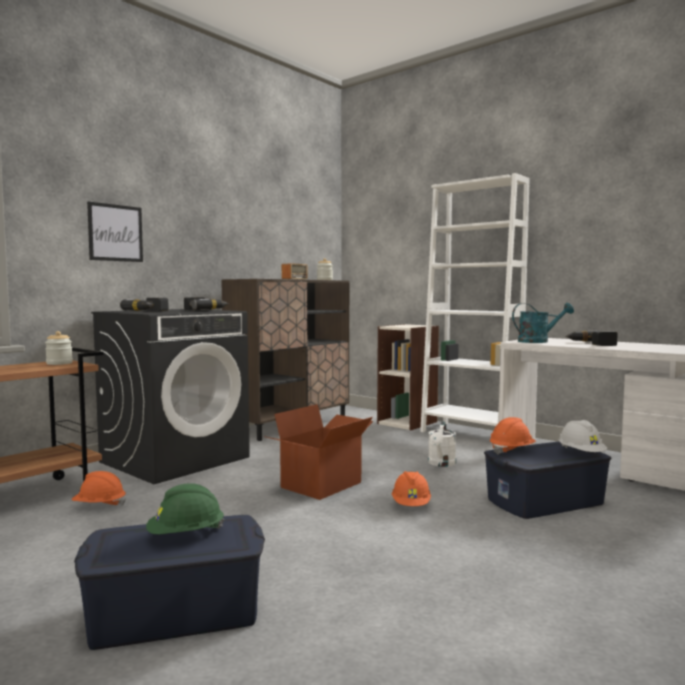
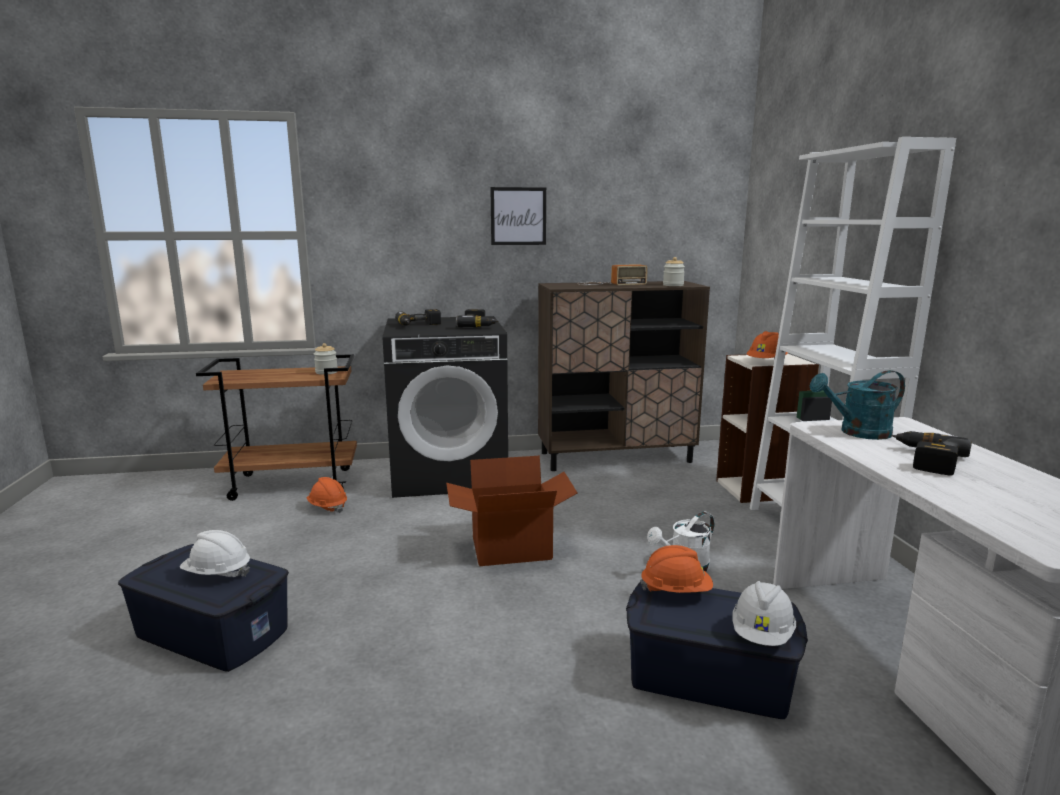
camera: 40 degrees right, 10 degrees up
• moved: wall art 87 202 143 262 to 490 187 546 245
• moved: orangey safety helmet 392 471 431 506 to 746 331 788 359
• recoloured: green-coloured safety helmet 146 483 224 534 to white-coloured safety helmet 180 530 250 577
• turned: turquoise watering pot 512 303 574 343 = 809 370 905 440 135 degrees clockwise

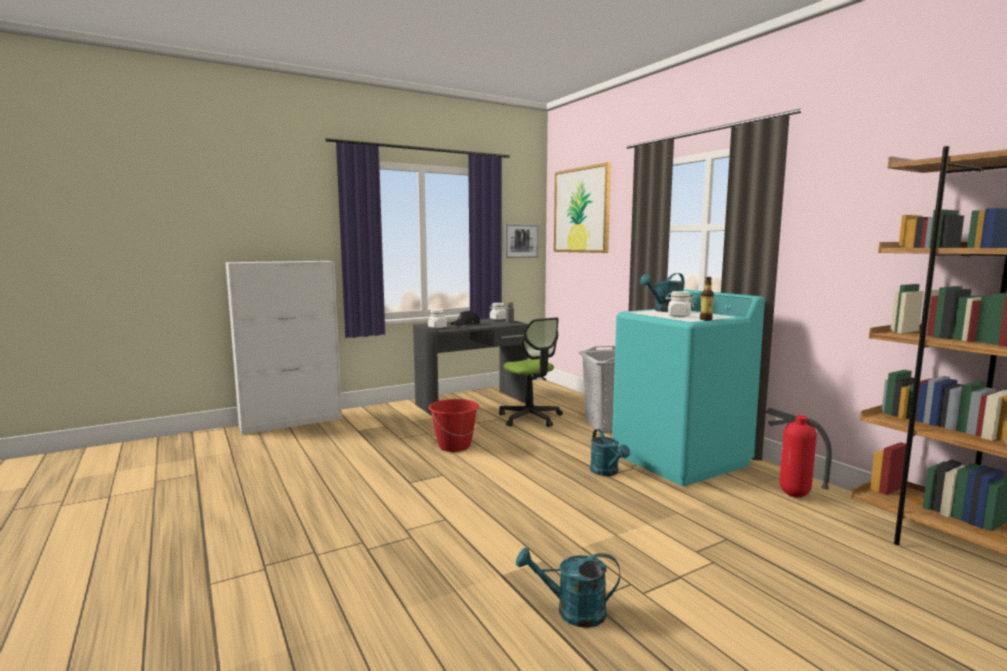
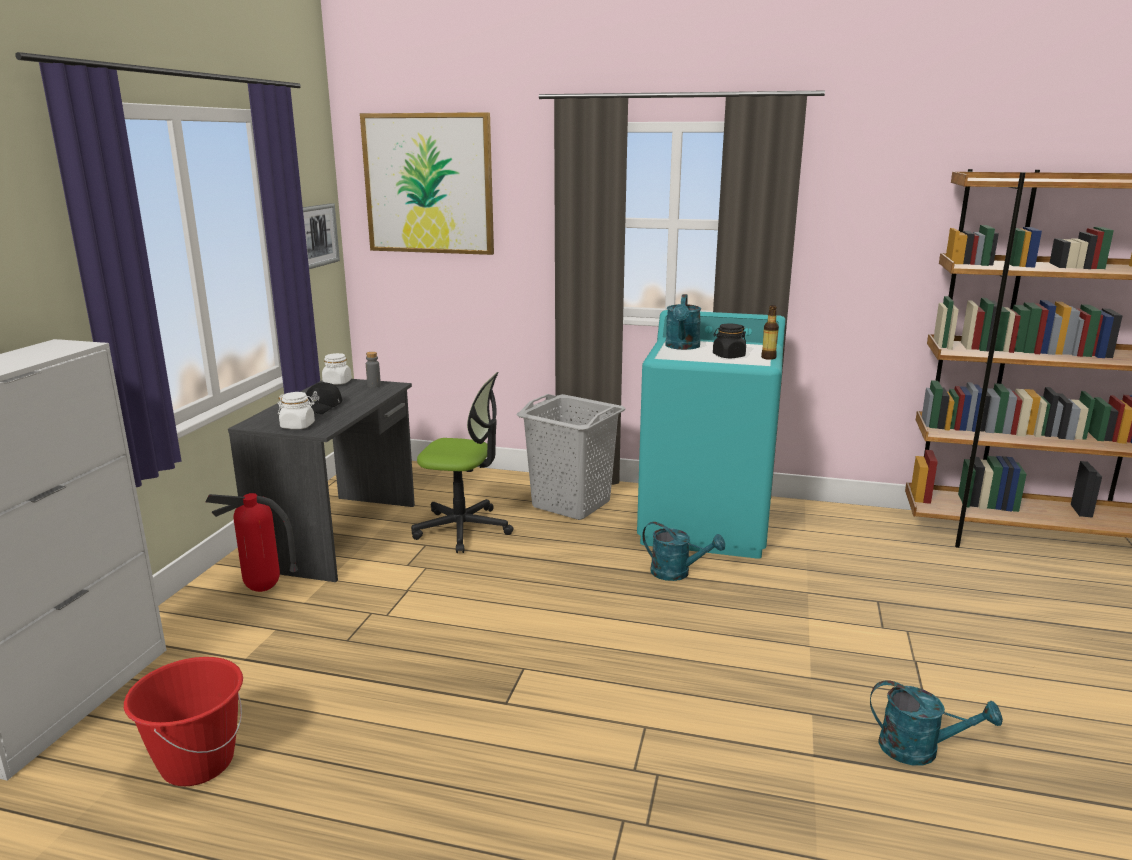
camera: 45 degrees left, 10 degrees up
• moved: reddish bucket 429 399 479 452 to 124 657 243 786
• moved: extinguisher 765 407 832 498 to 205 493 298 592
• recoloured: white-coloured storage jar 666 291 694 317 to black-coloured storage jar 713 324 746 358
• turned: turquoise watering pot 516 547 620 628 = 870 680 1003 766 120 degrees counterclockwise

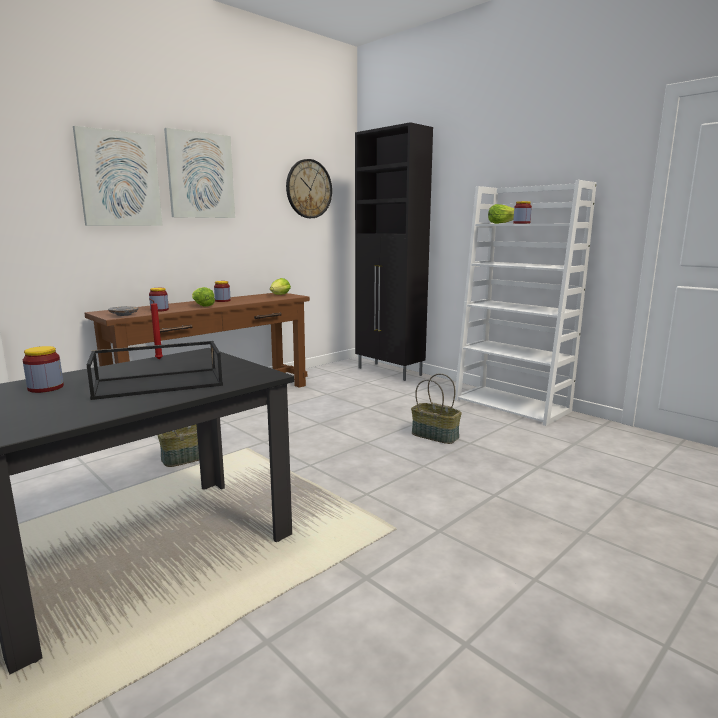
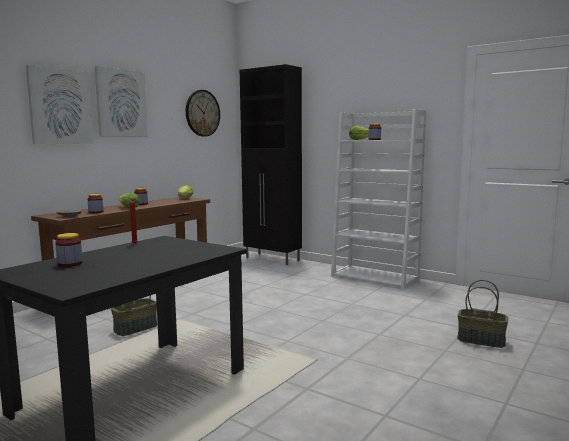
camera: 10 degrees left, 5 degrees down
• removed: black-coloured serving tray 86 341 223 400
• moved: basket 411 373 462 444 to 457 280 508 348

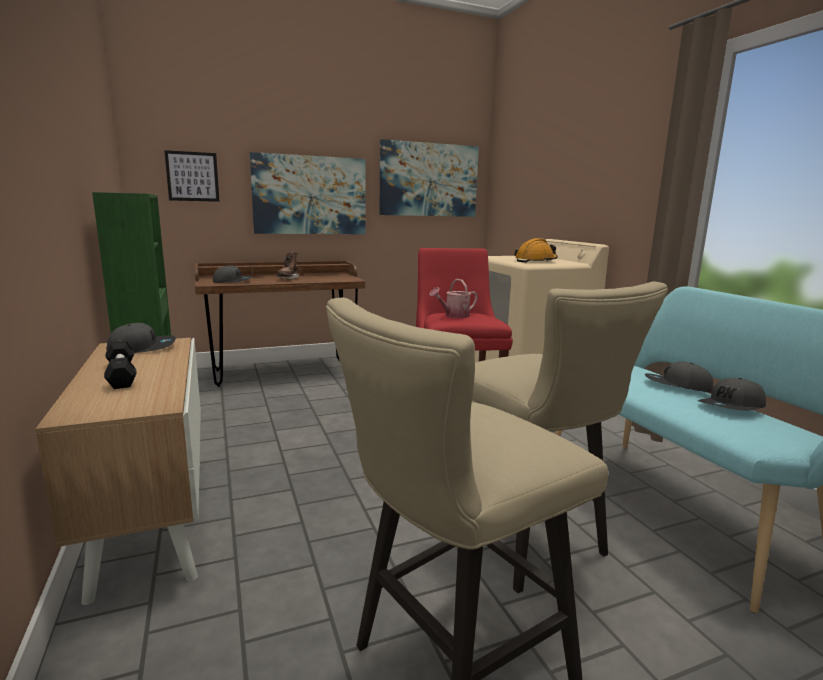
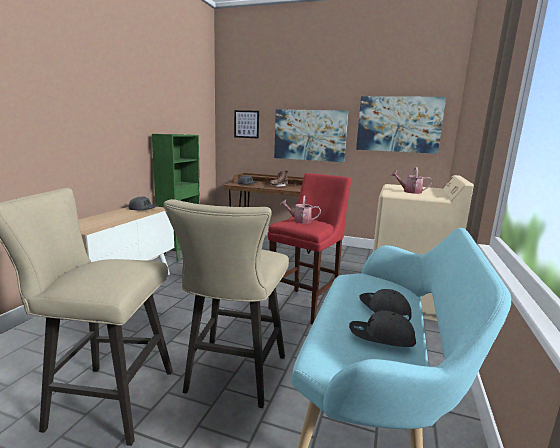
camera: 40 degrees right, 0 degrees up
• removed: black-coloured hand weight 104 340 137 389
• replaced: orangey safety helmet 514 238 558 263 to watering pot 391 167 432 194

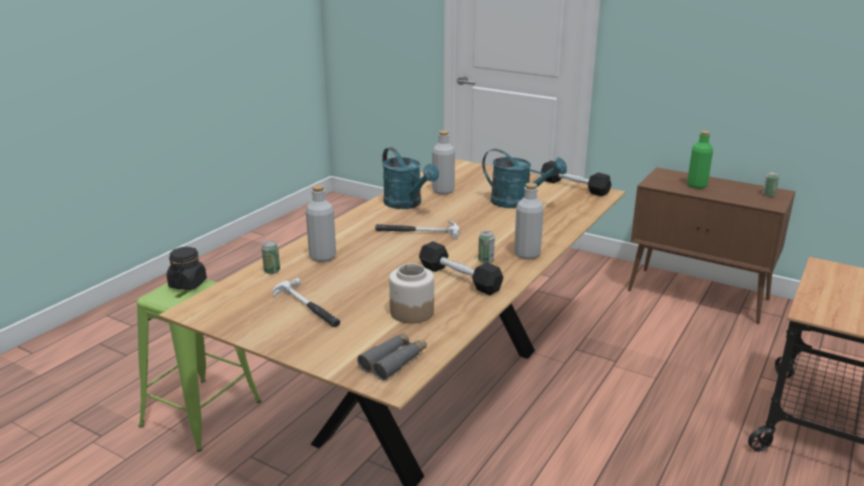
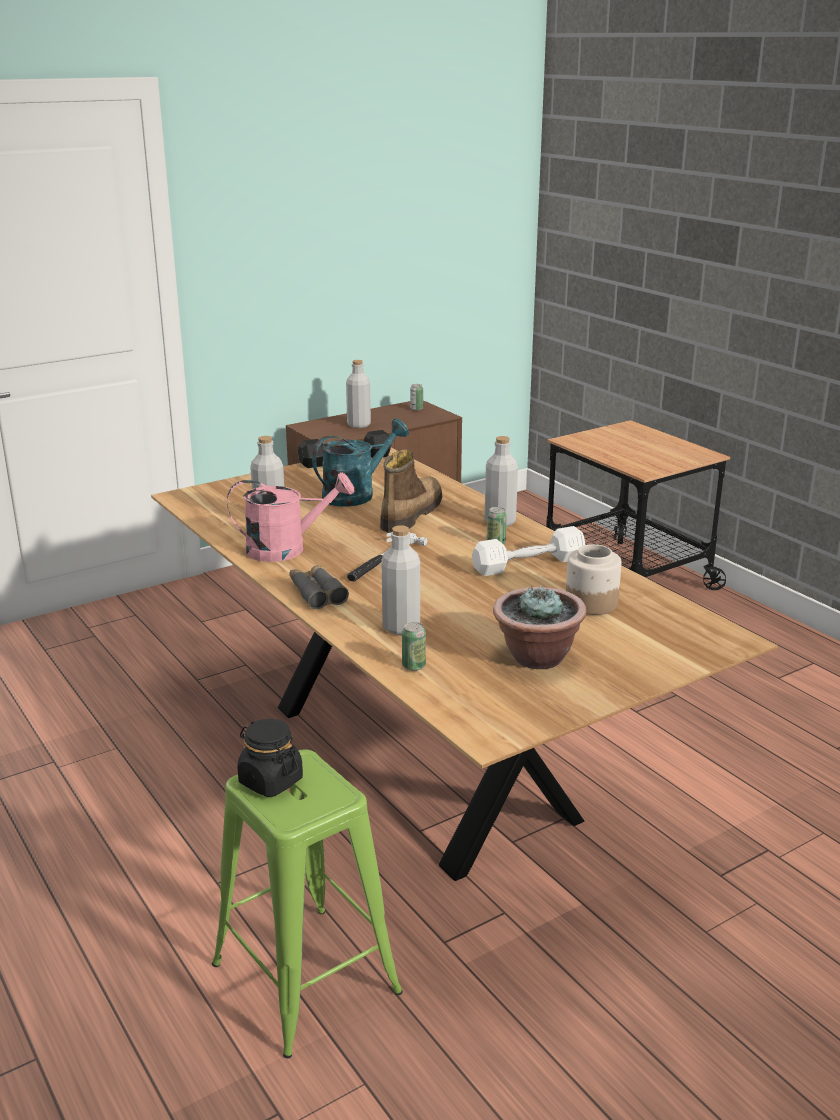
camera: 65 degrees left, 0 degrees up
• added: boot 380 449 442 533
• moved: grey binoculars 357 332 427 380 to 289 565 349 609
• replaced: hand hammer 273 278 340 327 to houseplant 493 585 587 669
• recoloured: turquoise watering pot 382 147 439 209 to pinkish watering pot 227 472 354 562
• recoloured: black-coloured hand weight 419 241 503 295 to white-coloured hand weight 472 526 586 576
• recoloured: green-coloured bottle 687 131 713 189 to grey bottle 346 360 371 428

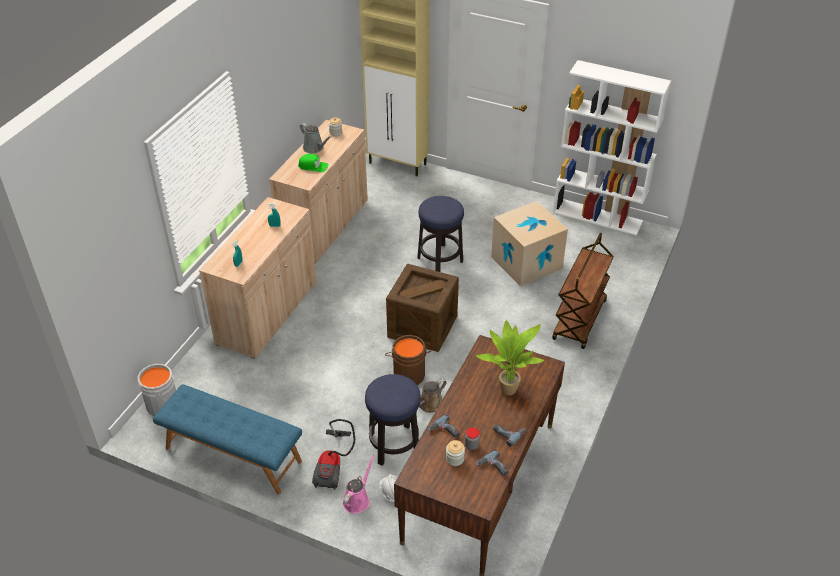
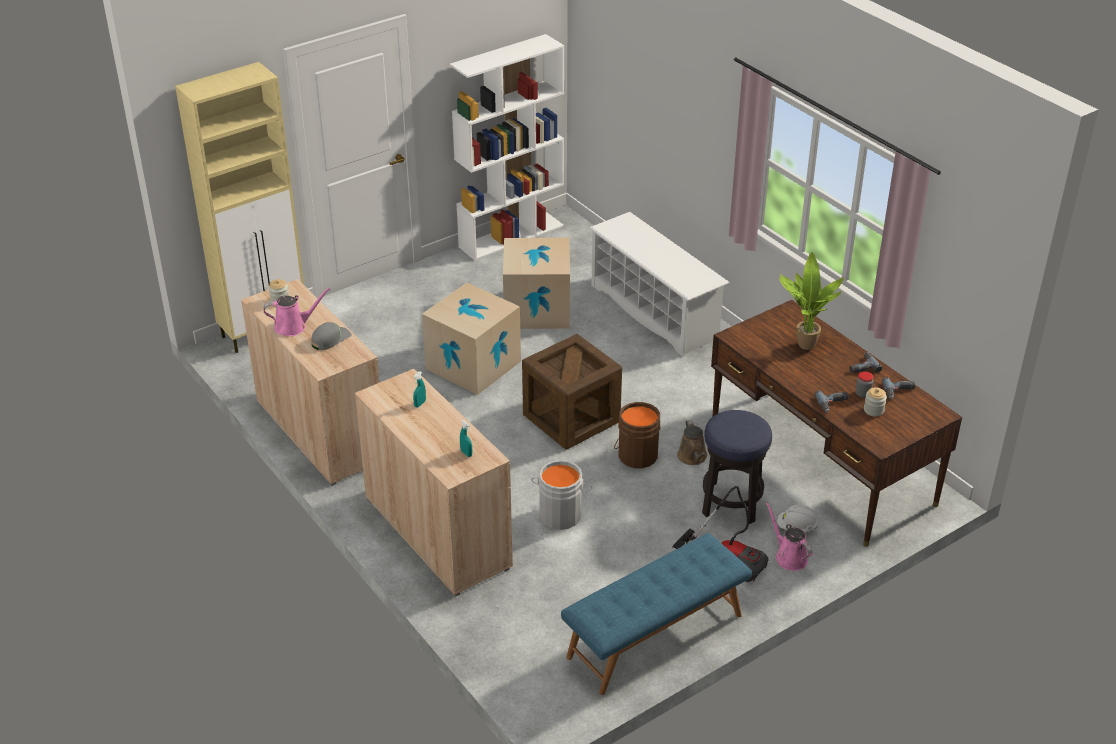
camera: 60 degrees left, 5 degrees down
• moved: grey bucket 137 364 178 416 to 531 460 592 530
• replaced: stool seat 417 196 464 272 to cardboard box 422 283 521 395
• replaced: brownish wheeled cart 552 233 614 349 to white-coloured shoe rack 589 212 730 357
• recoloured: green-coloured peaked cap 298 154 328 172 to grey peaked cap 312 322 352 350
• recoloured: grey watering pot 300 123 332 153 to pinkish watering pot 263 288 331 336

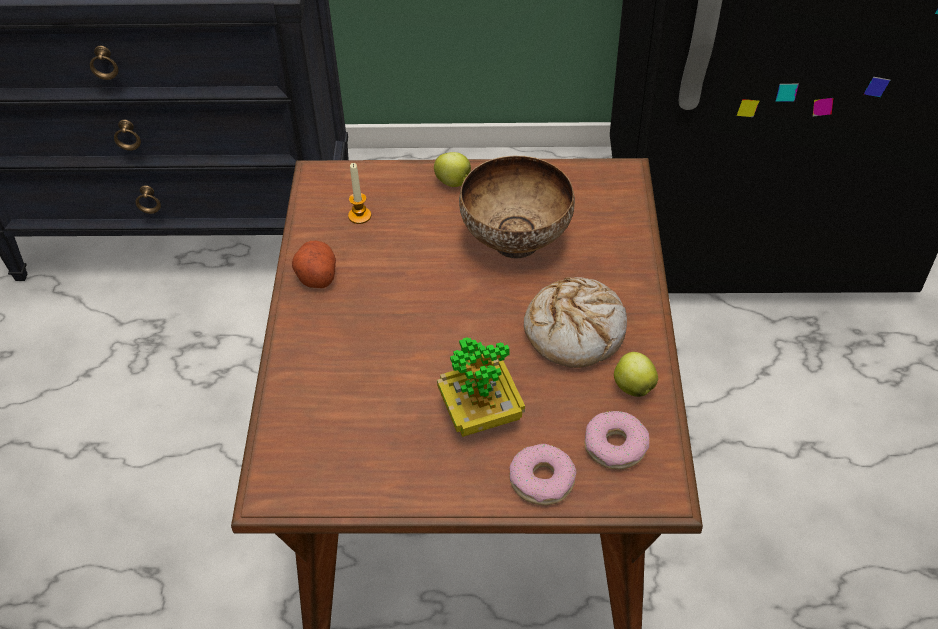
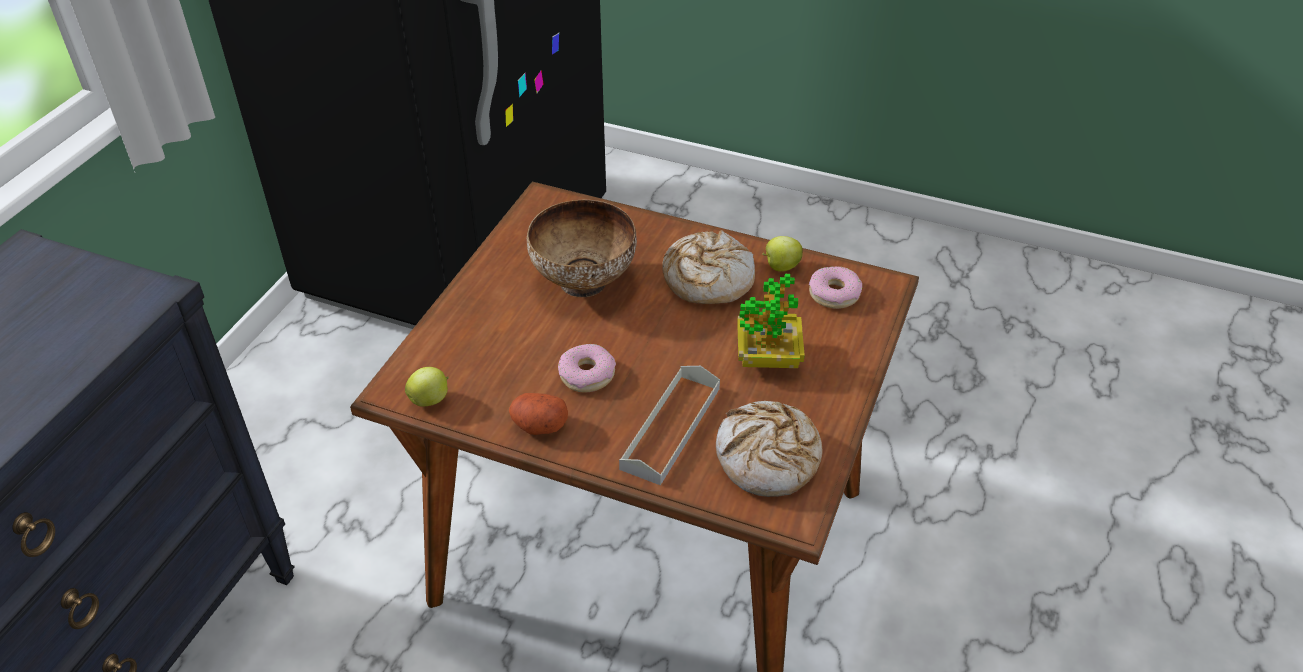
camera: 70 degrees left, 5 degrees down
• removed: candle 348 163 371 224
• added: grey serving tray 619 366 720 485
• added: bread 716 401 822 497
• moved: apple fruit 434 152 471 187 to 405 367 449 407
• moved: donut 510 444 576 505 to 558 344 616 393

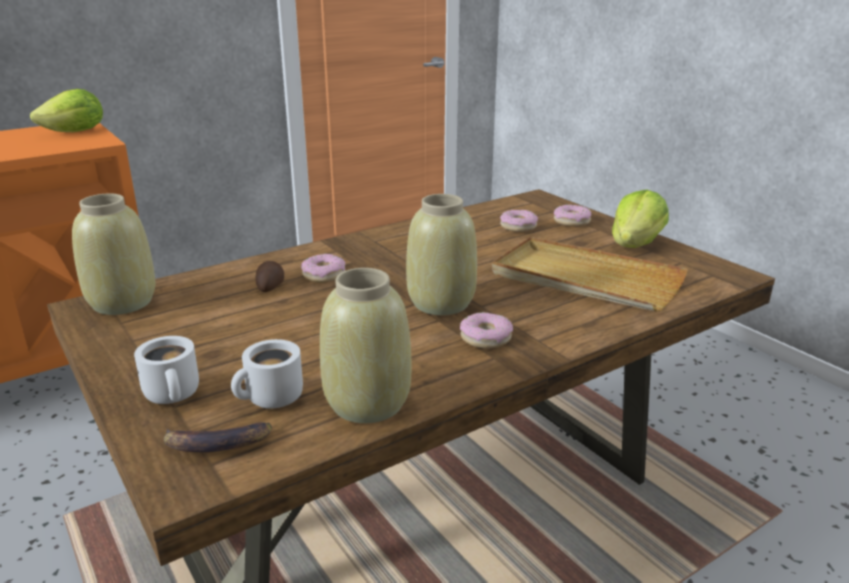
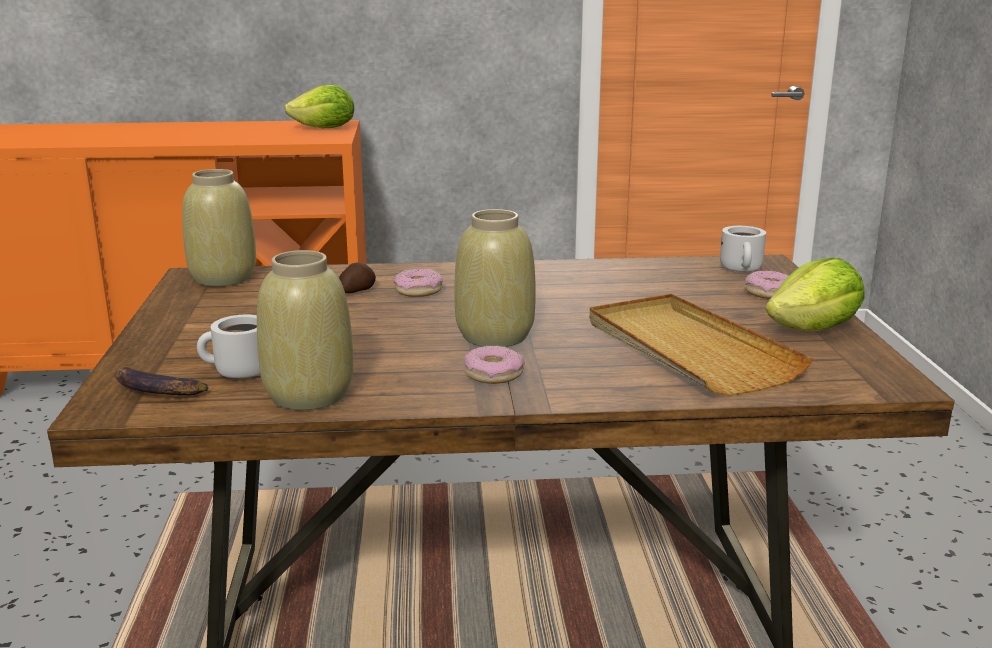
camera: 30 degrees right, 5 degrees down
• removed: donut 500 210 538 232
• moved: white-coloured mug 134 336 199 404 to 720 226 766 272

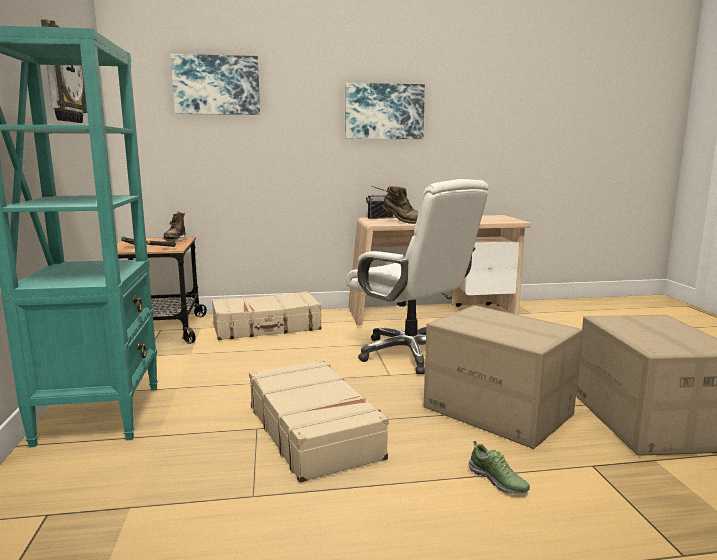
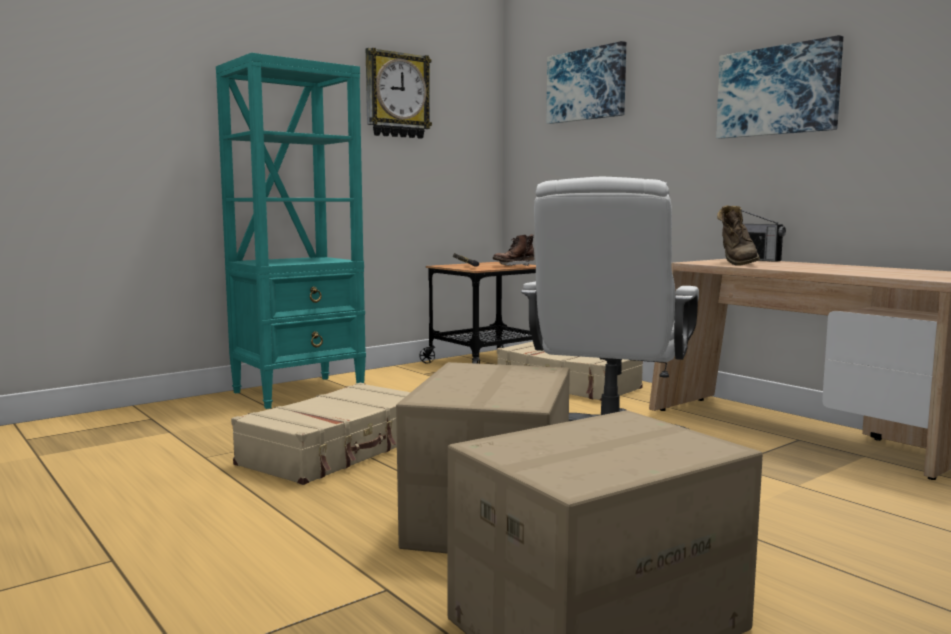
camera: 60 degrees right, 5 degrees down
• removed: low shoe 468 441 530 494

